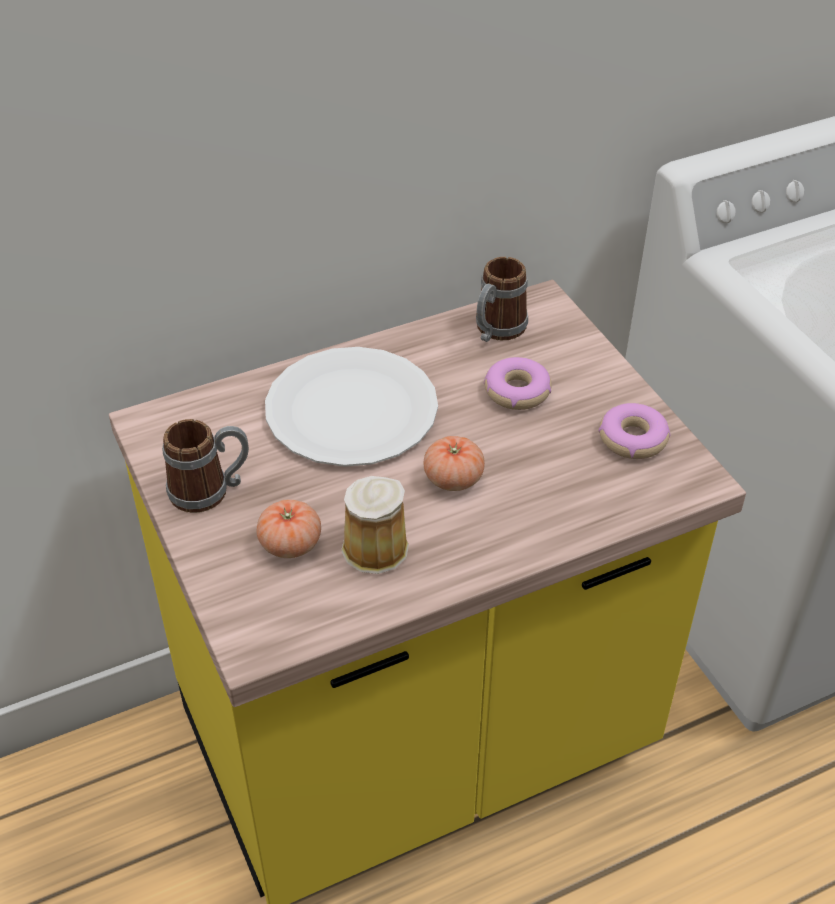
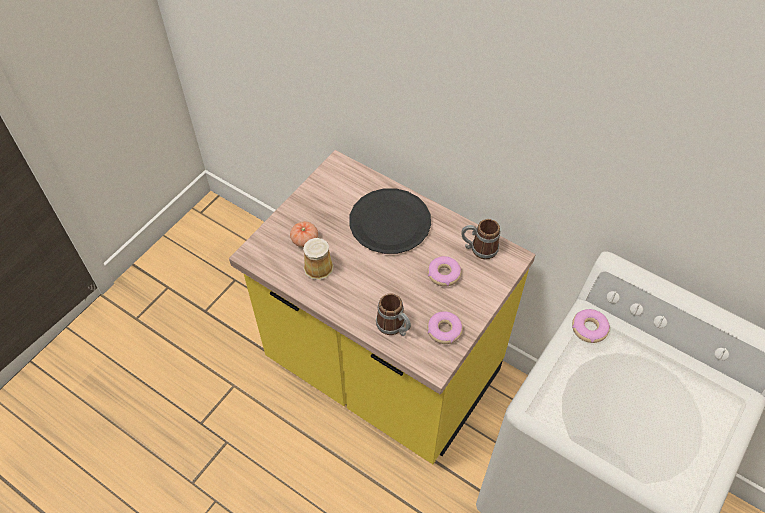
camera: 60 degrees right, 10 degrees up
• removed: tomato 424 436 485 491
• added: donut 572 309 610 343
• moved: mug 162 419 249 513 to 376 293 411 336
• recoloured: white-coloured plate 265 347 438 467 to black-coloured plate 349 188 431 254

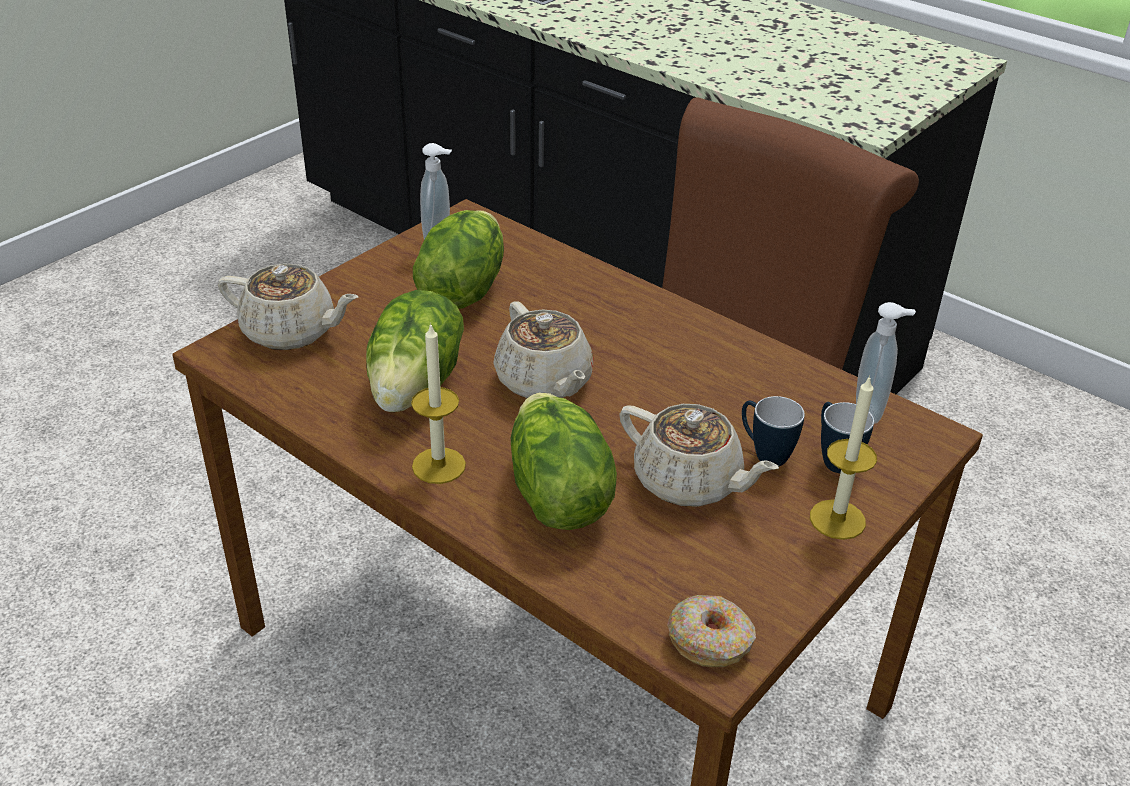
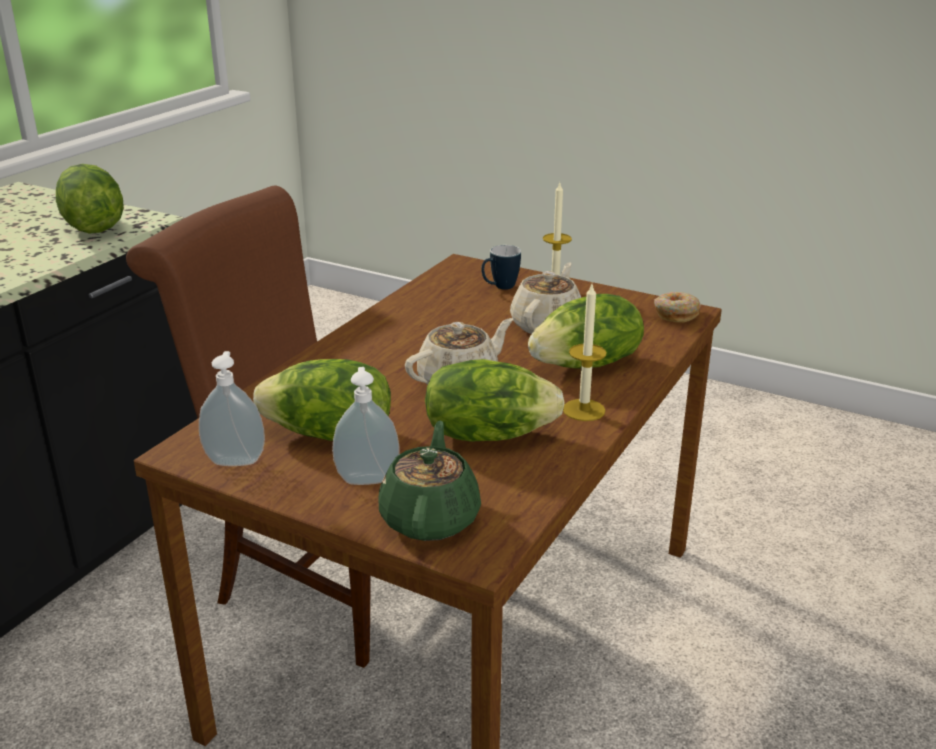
camera: 100 degrees left, 10 degrees down
• removed: mug 742 396 805 467
• added: head of lettuce 56 164 124 234
• moved: soap bottle 856 302 916 424 to 332 367 400 485
• recoloured: sand-coloured pot for tea 218 263 358 350 to green-coloured pot for tea 379 420 481 541

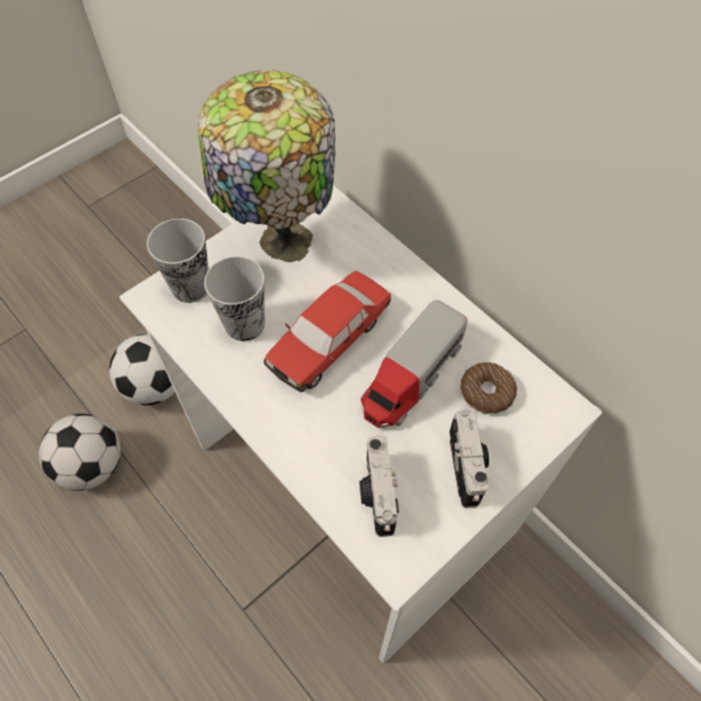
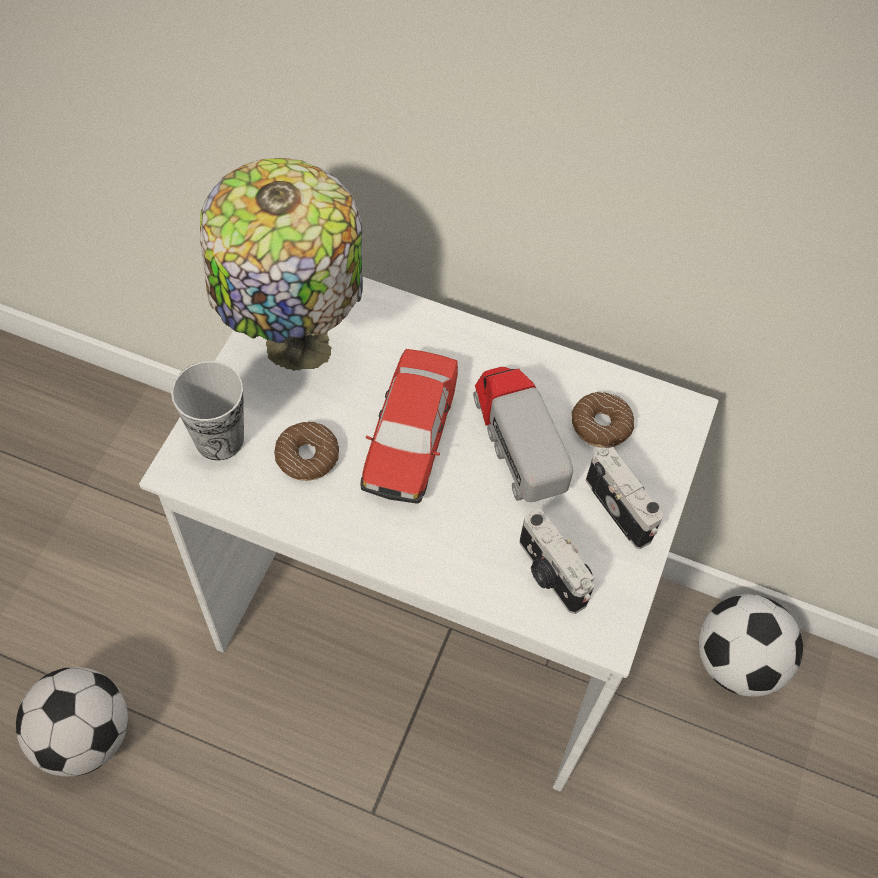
camera: 30 degrees left, 0 degrees up
• moved: football ball 109 334 175 405 to 699 594 803 697
• replaced: cup 204 256 265 341 to donut 274 422 339 481
• turned: model truck 360 300 468 428 = 473 367 573 502 150 degrees clockwise

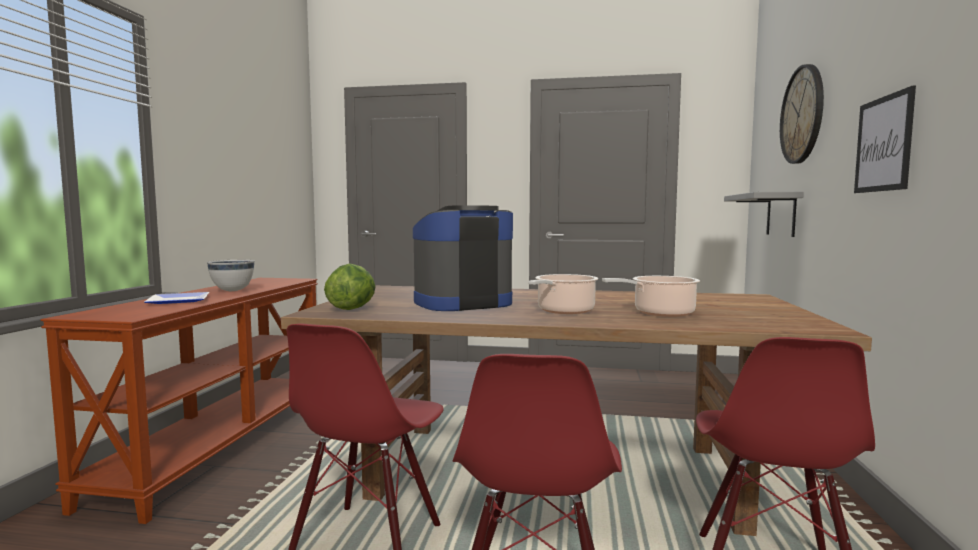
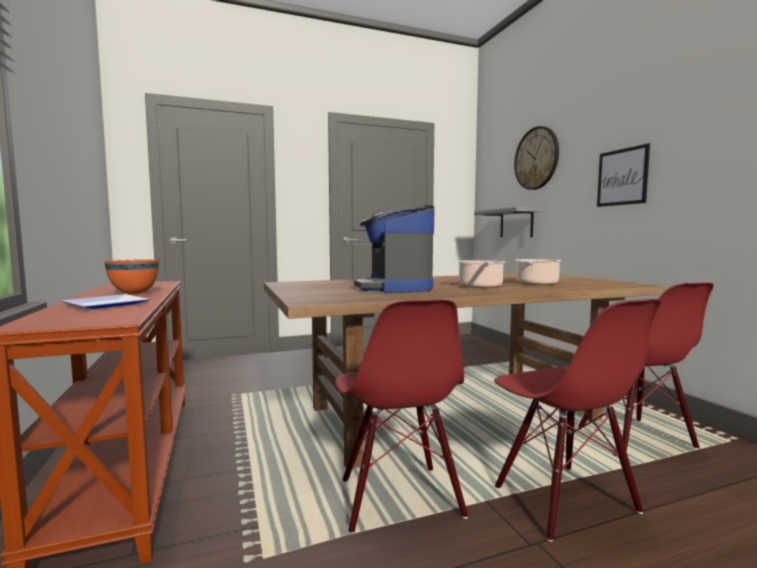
camera: 30 degrees left, 0 degrees up
• removed: head of lettuce 324 264 376 310
• recoloured: white-coloured serving bowl 207 260 255 291 to orangey serving bowl 104 260 159 294
• turned: coffee maker 413 205 513 311 = 354 205 434 293 45 degrees counterclockwise

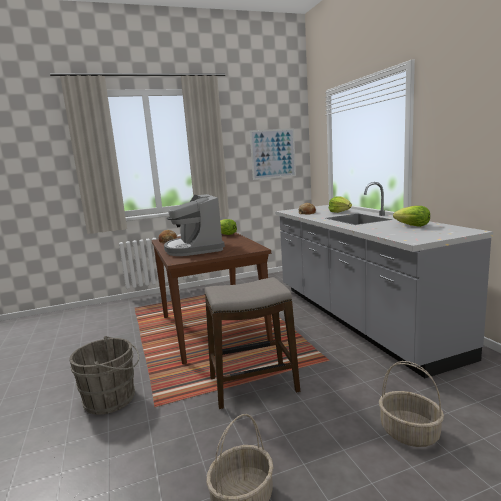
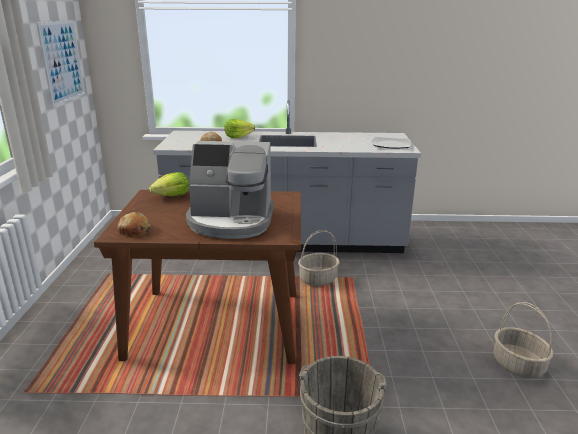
camera: 70 degrees left, 10 degrees up
• removed: stool seat 204 277 300 409
• removed: head of lettuce 393 206 430 227
• added: plate 372 137 411 149
• moved: basket 379 361 444 447 to 298 230 339 286

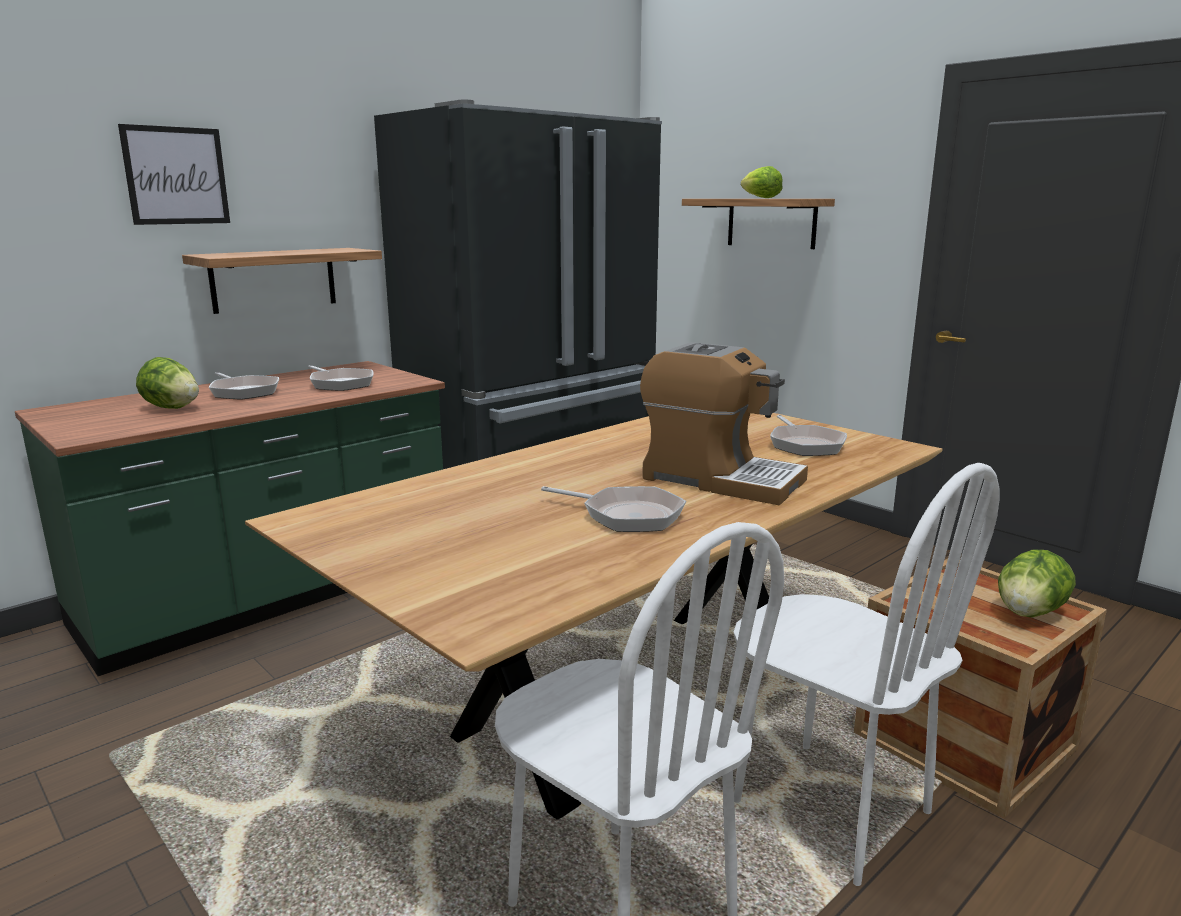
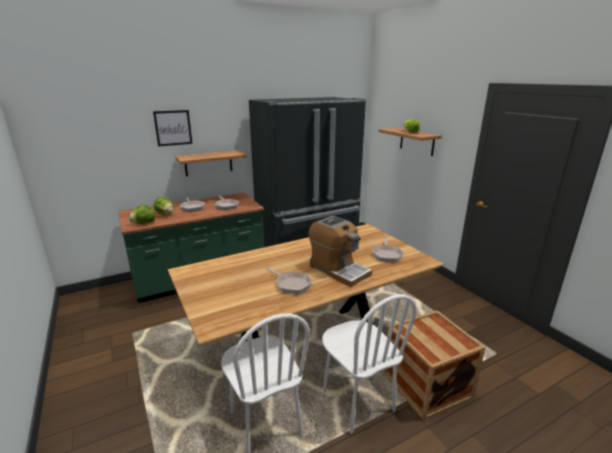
camera: 15 degrees right, 5 degrees up
• moved: head of lettuce 998 549 1076 617 to 129 205 155 224

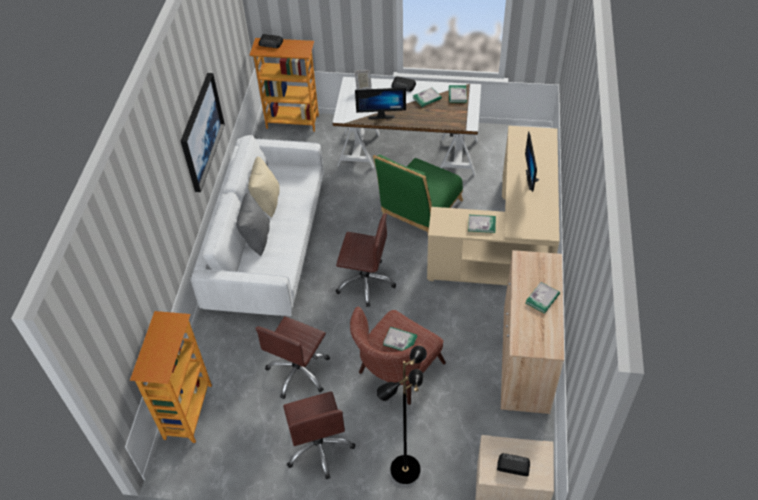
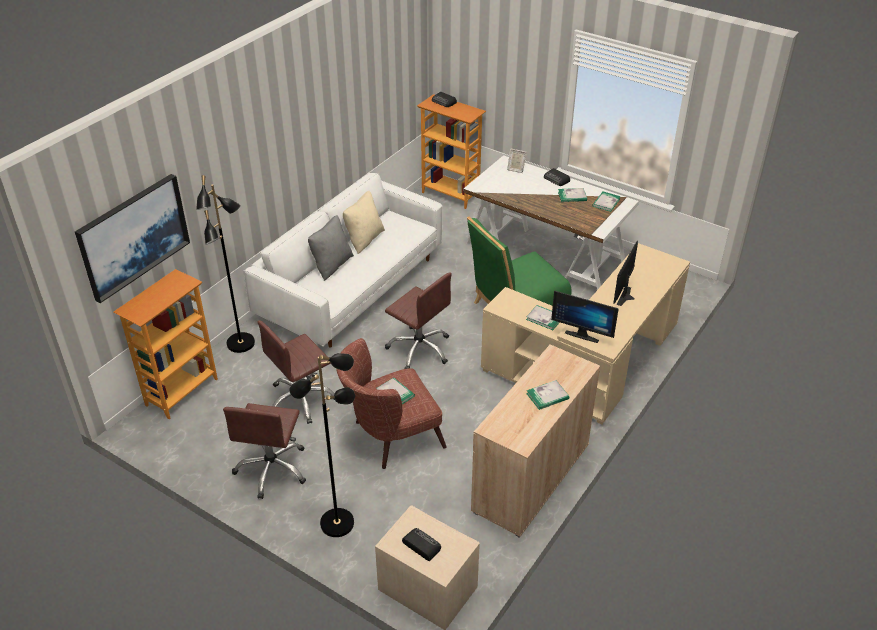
camera: 25 degrees right, 10 degrees down
• added: black-coloured floor lamp 196 175 255 353
• moved: wall art 181 73 225 192 to 75 174 190 303
• moved: computer screen 355 88 406 119 to 551 290 619 343

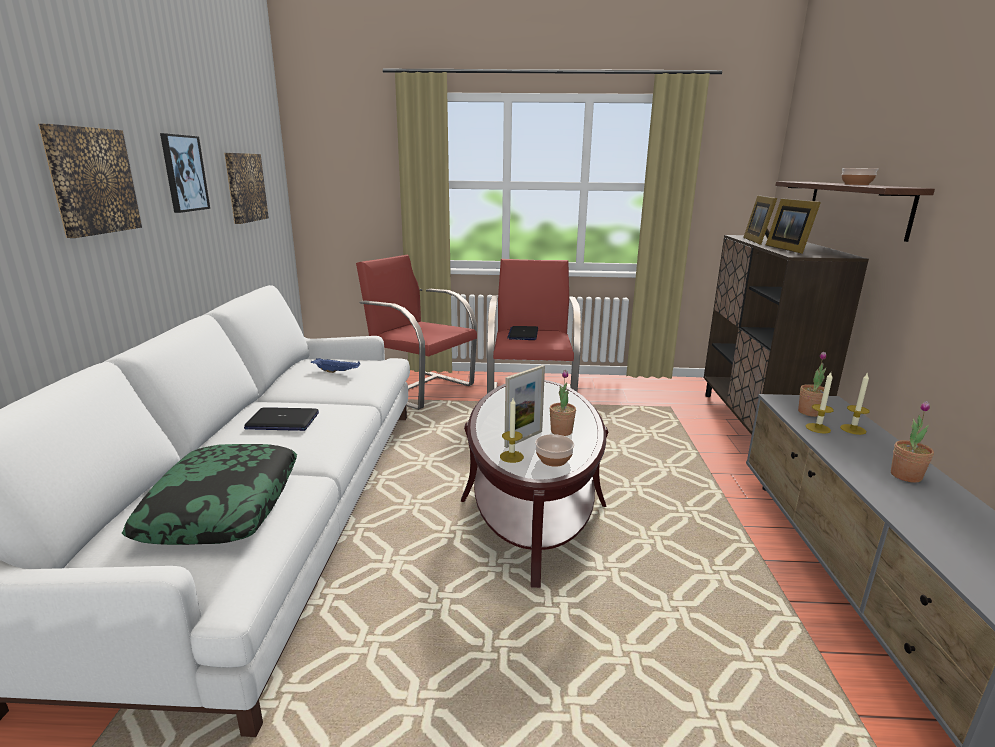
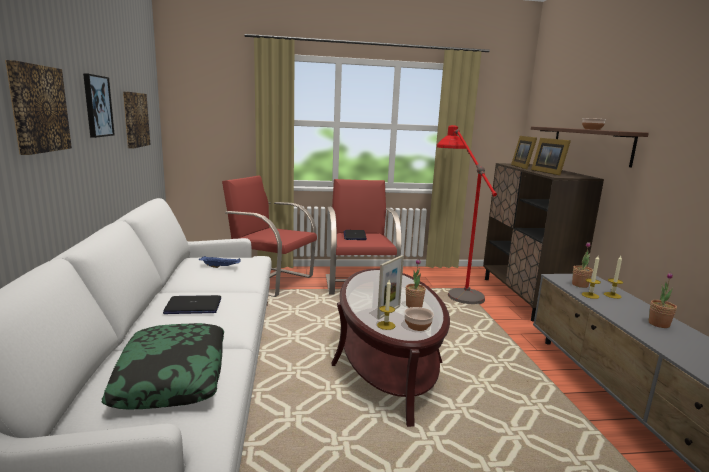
camera: 10 degrees left, 5 degrees down
• added: reddish floor lamp 437 125 497 304

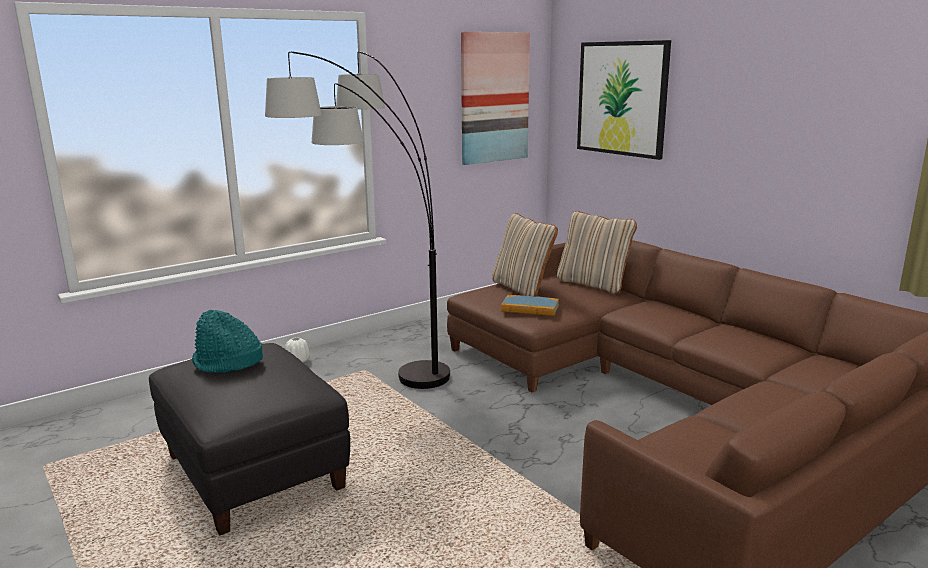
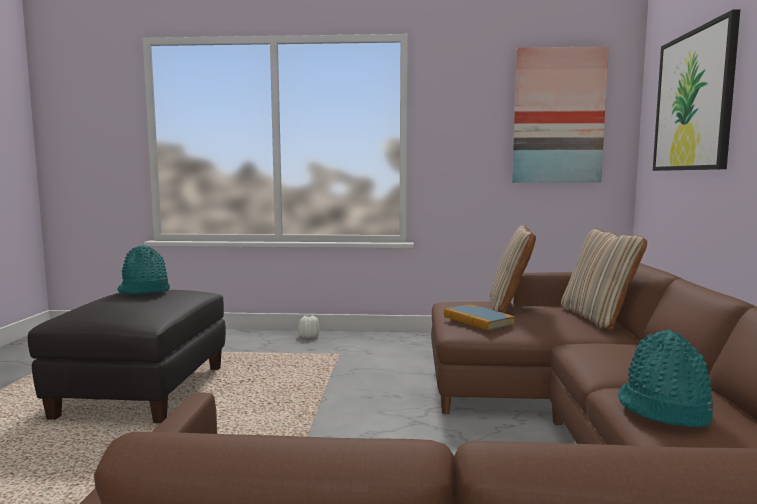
camera: 40 degrees right, 10 degrees down
• removed: floor lamp 265 52 450 389
• added: turquoise clothing hat 618 329 713 427

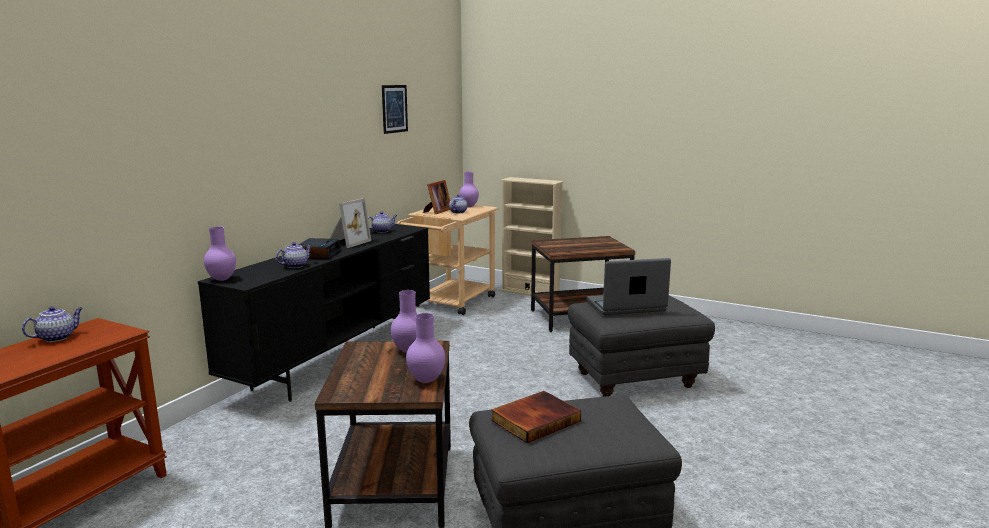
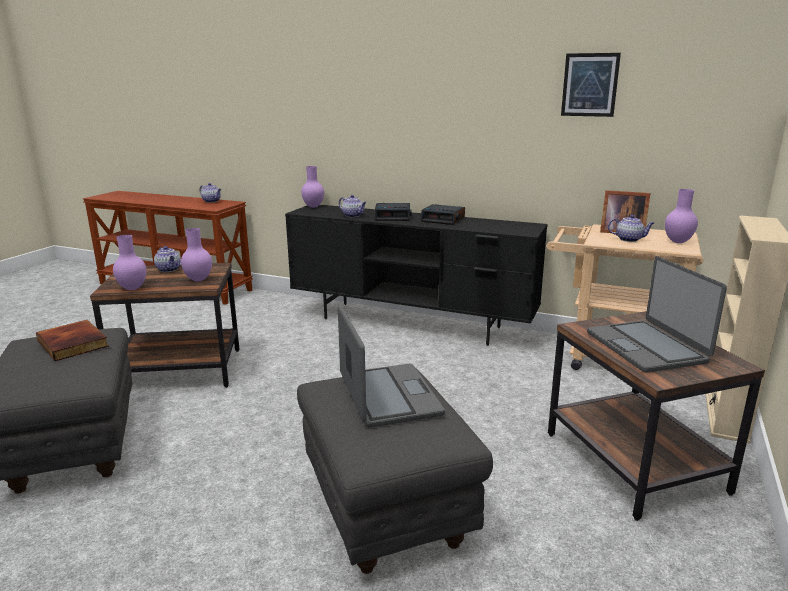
camera: 85 degrees right, 5 degrees up
• added: laptop 587 256 727 373
• moved: pot for tea 368 211 397 233 to 154 246 181 272
• replaced: picture frame 329 198 371 248 to bedside clock 421 204 465 225

